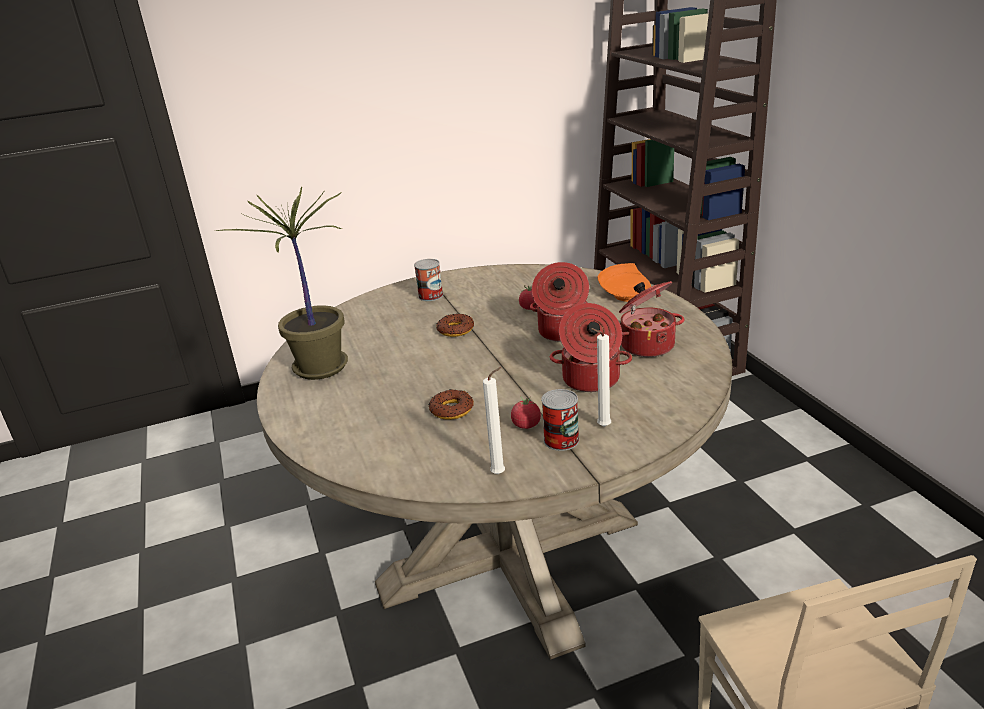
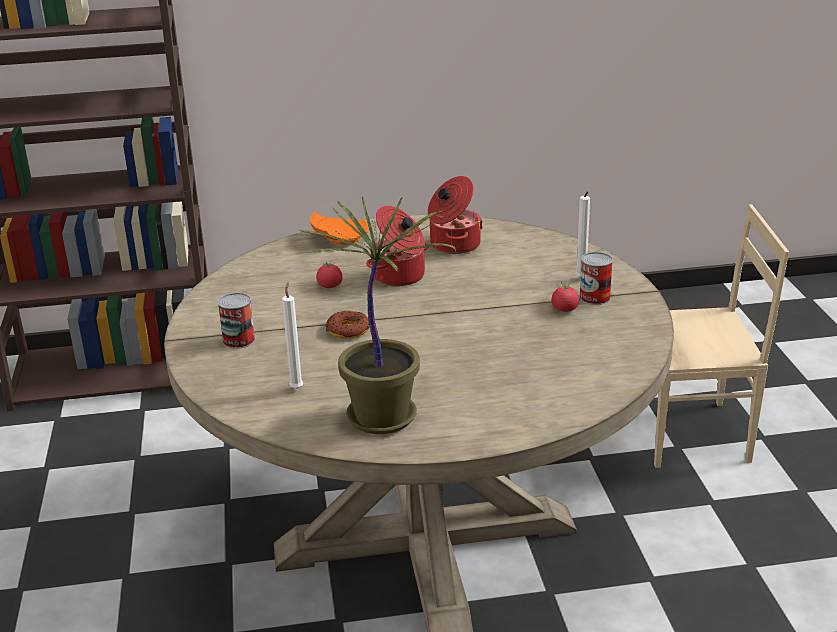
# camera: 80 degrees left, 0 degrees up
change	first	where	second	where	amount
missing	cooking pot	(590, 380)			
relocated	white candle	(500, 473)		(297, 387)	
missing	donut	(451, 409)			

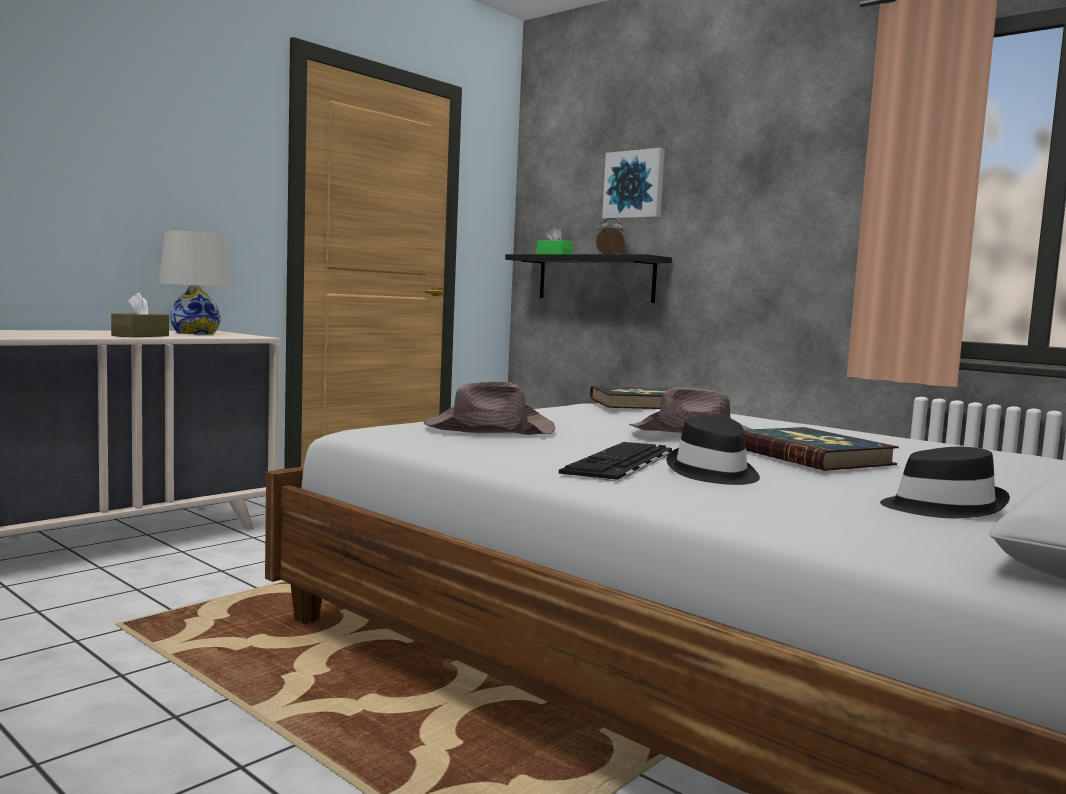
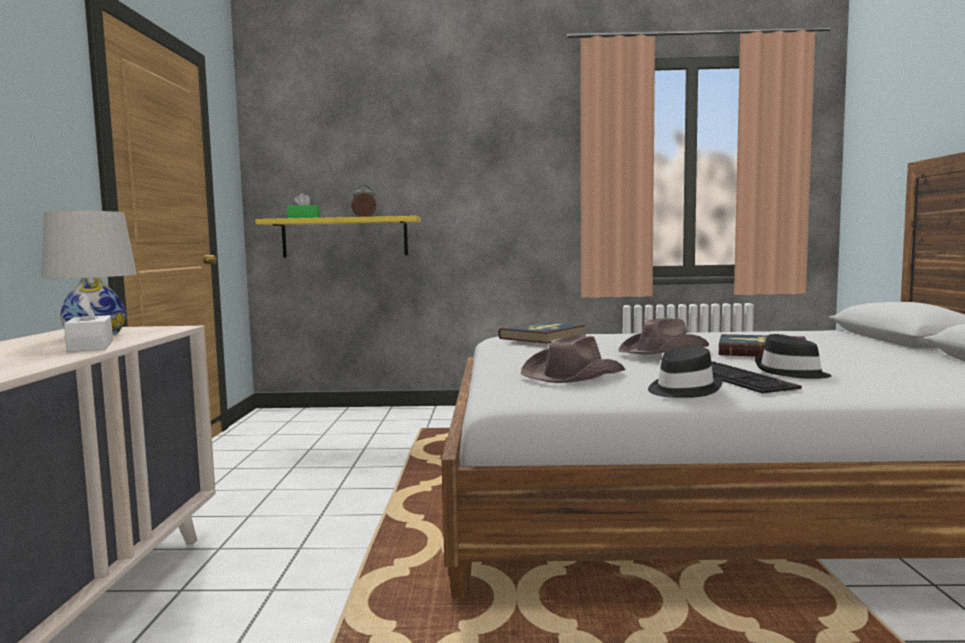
# camera: 40 degrees left, 0 degrees up
change	first	where	second	where	amount
missing	picture	(635, 185)			
colour	black shelf	(595, 278)	yellow shelf	(344, 237)	
colour	brown tissue box	(140, 336)	white tissue box	(91, 346)	
relocated	black hat	(941, 507)		(682, 389)	

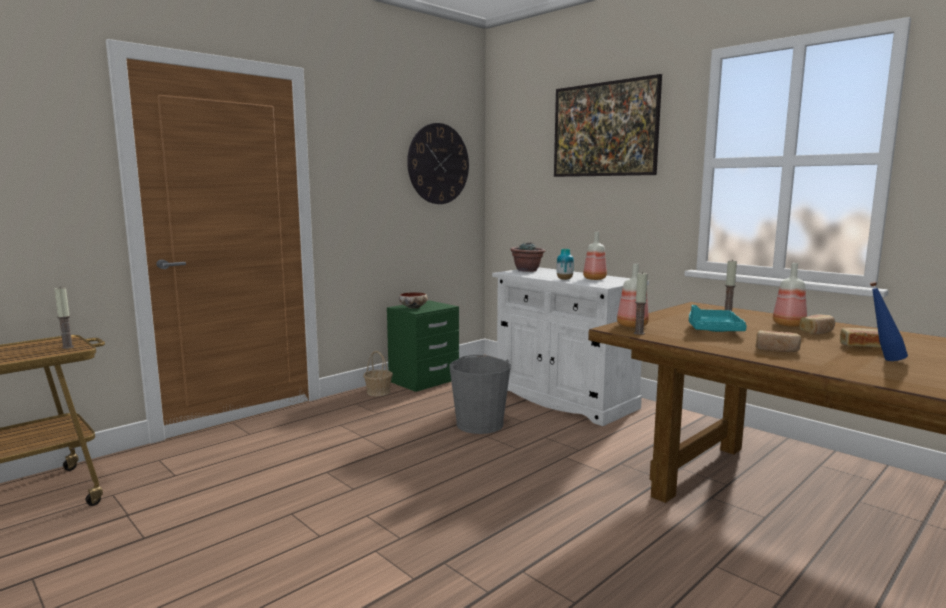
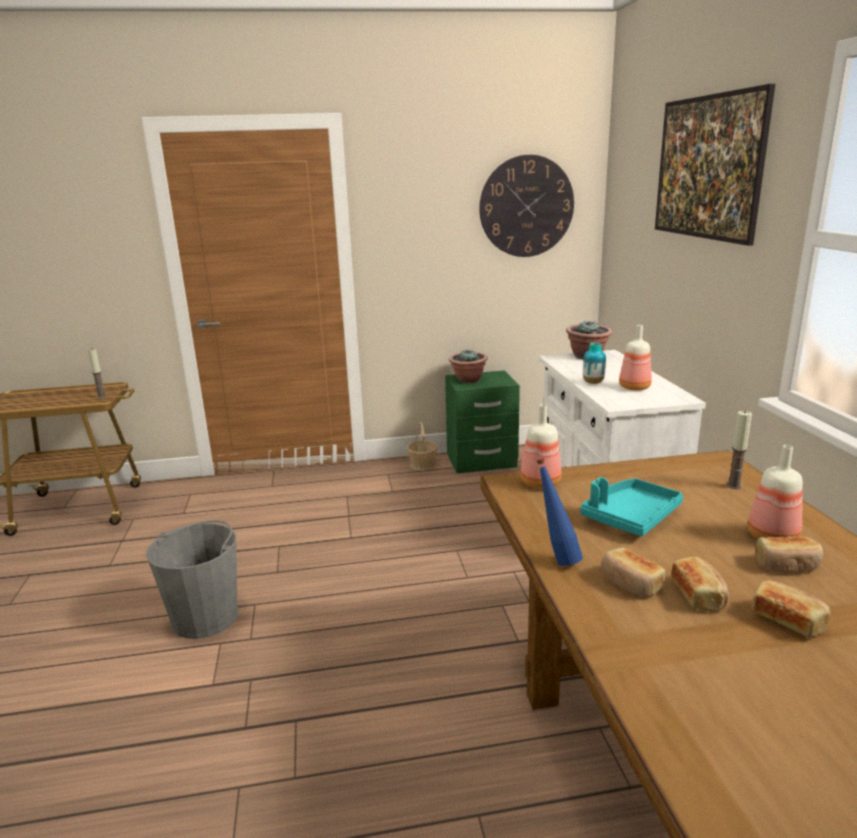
# camera: 35 degrees right, 10 degrees up
change	first	where	second	where	amount
missing	candle	(639, 333)			
relocated	blue bottle	(882, 360)		(556, 558)	
exchanged	bowl	(413, 307)	potted plant	(468, 380)	
relocated	grey bucket	(480, 424)		(205, 617)	
appeared			bread	(699, 595)	

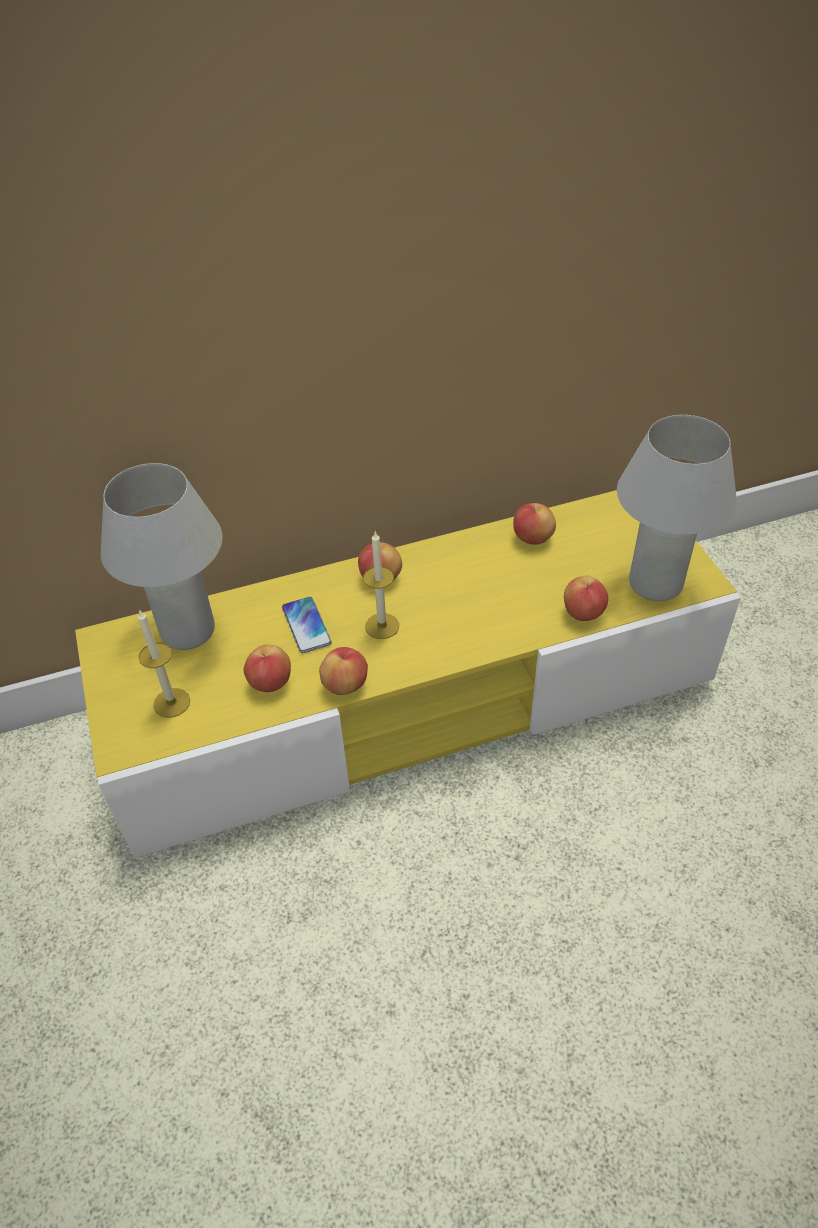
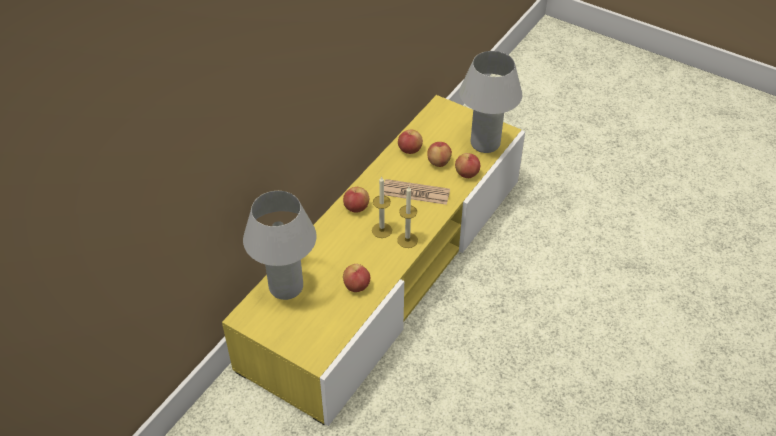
# camera: 40 degrees left, 0 degrees up
change	first	where	second	where	amount
missing	phone	(306, 625)			
relocated	candle	(171, 703)		(407, 240)	
relocated	apple	(345, 684)		(438, 162)	
appeared			newspaper	(415, 192)	

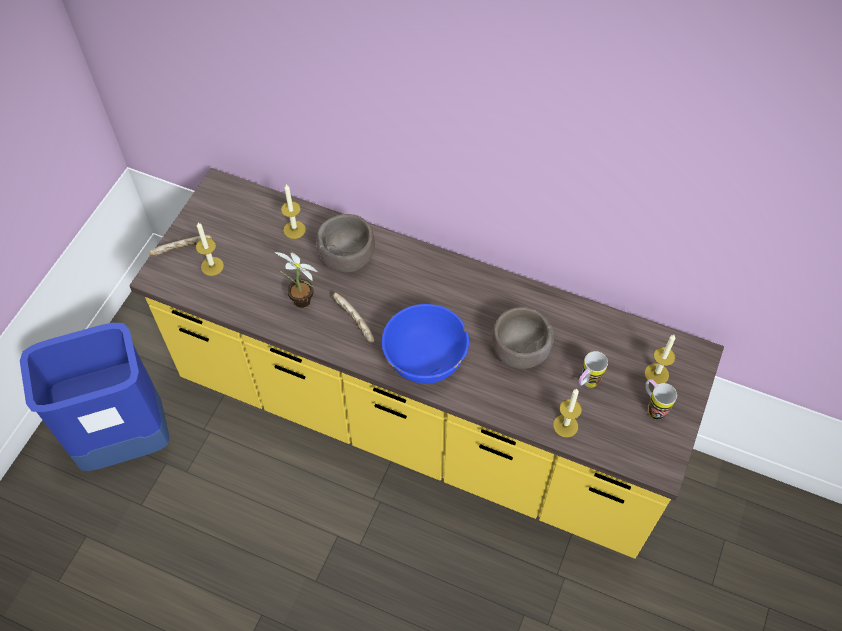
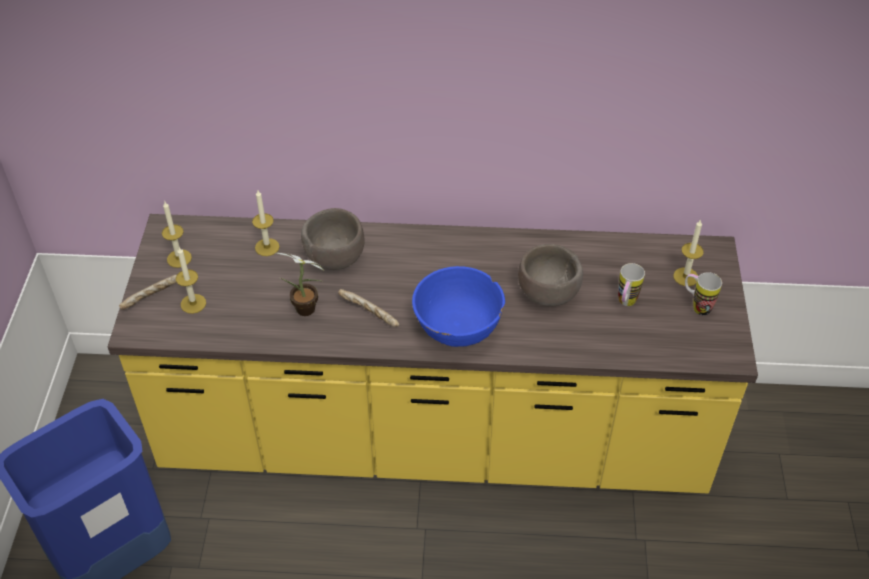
# camera: 20 degrees left, 10 degrees down
change	first	where	second	where	amount
relocated	candle	(565, 426)		(179, 258)	

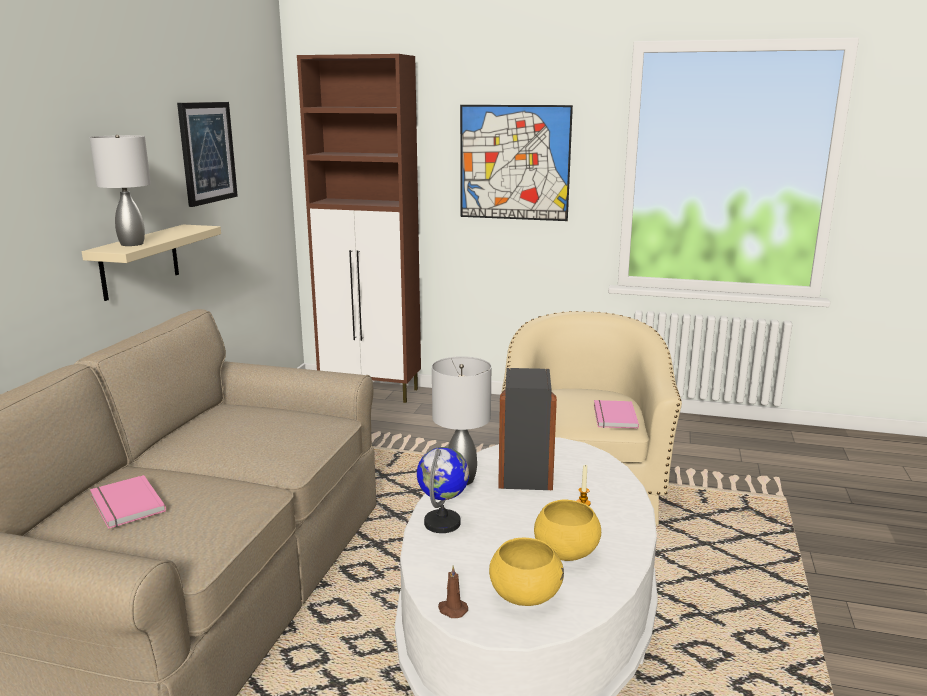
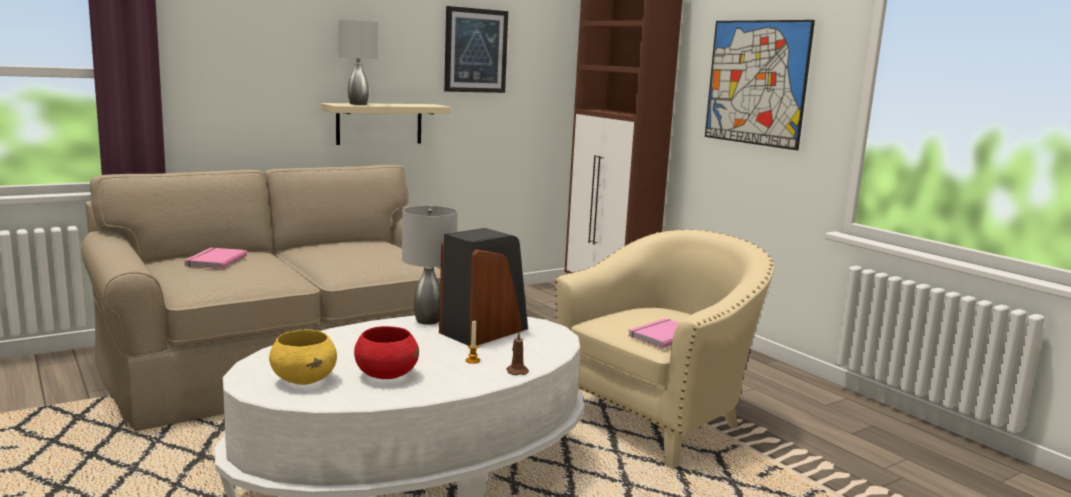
# camera: 40 degrees right, 5 degrees down
change	first	where	second	where	amount
missing	globe	(443, 523)			
colour	yellow bowl	(565, 553)	red bowl	(386, 375)	
relocated	brown candle	(452, 609)		(516, 371)	

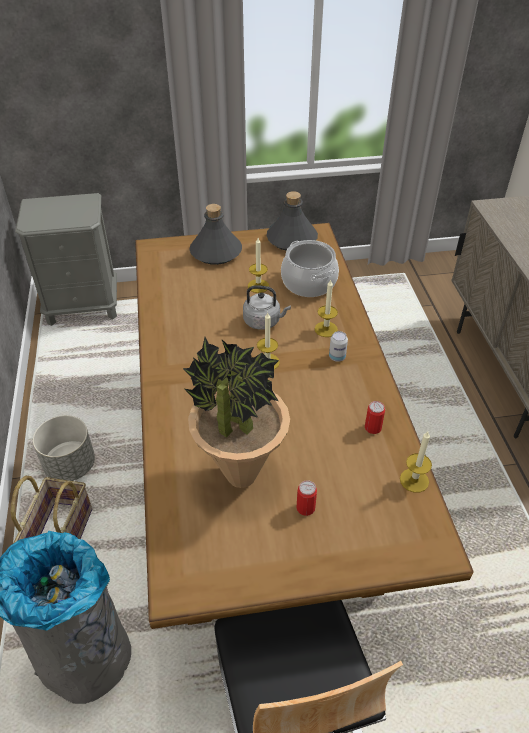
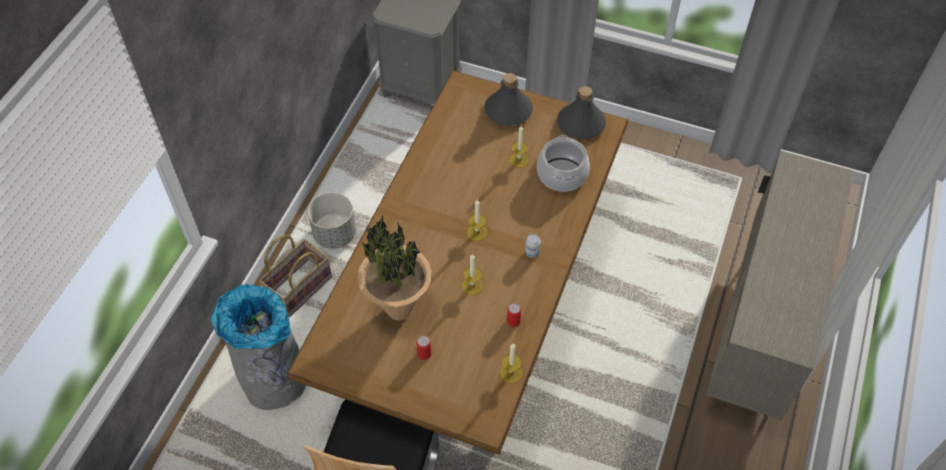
# camera: 30 degrees right, 10 degrees up
change	first	where	second	where	amount
relocated	candle	(326, 329)		(472, 285)	
missing	grey kettle	(264, 321)			

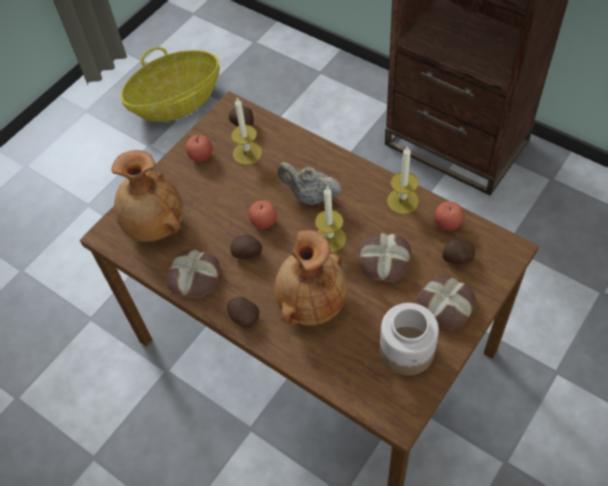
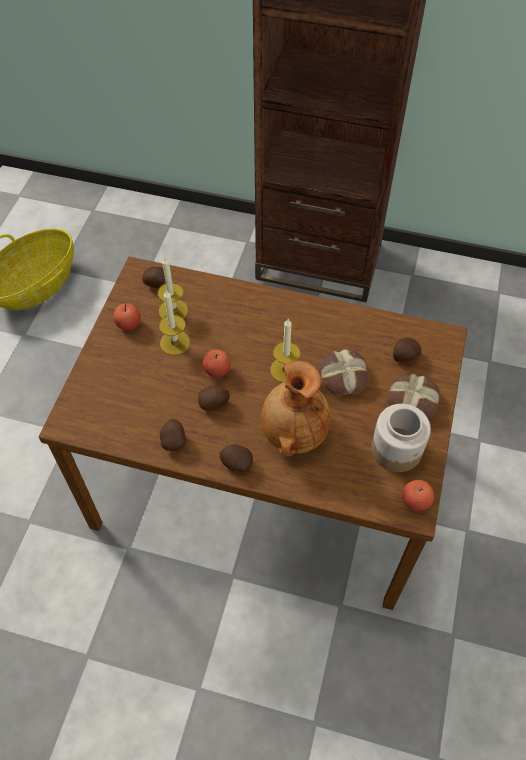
# camera: 25 degrees left, 0 degrees up
change	first	where	second	where	amount
relocated	candle	(402, 201)		(175, 342)	
missing	brown vase	(154, 226)			
missing	beige teapot	(310, 196)			
relocated	apple	(447, 223)		(415, 501)	
exchanged	bread	(195, 277)	potato	(174, 440)	

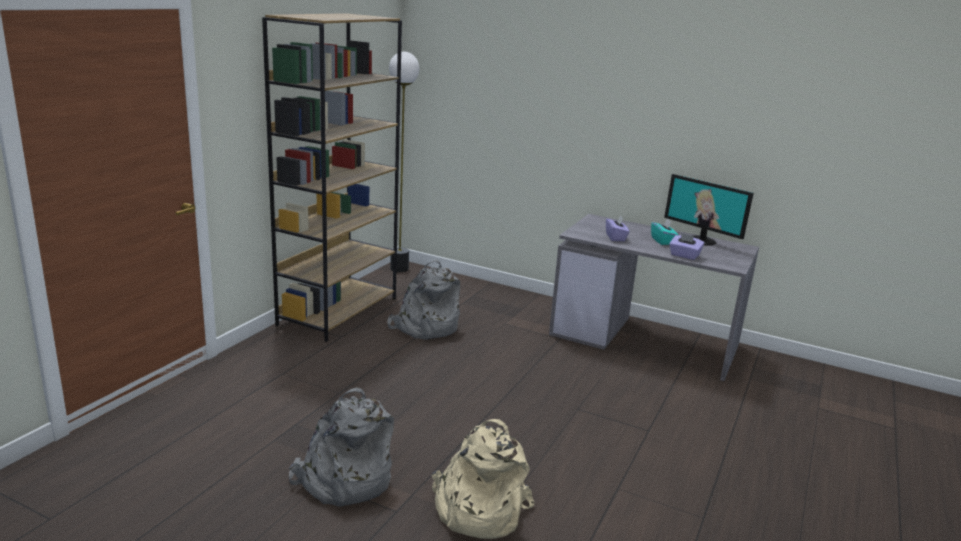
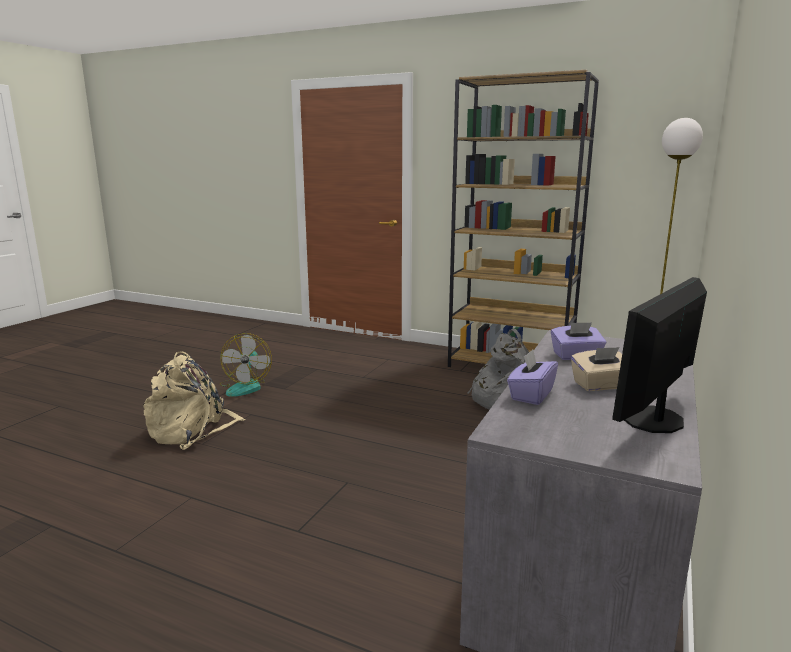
# camera: 90 degrees right, 5 degrees down
change	first	where	second	where	amount
colour	turquoise tissue box	(662, 241)	beige tissue box	(601, 385)	
exchanged	grey backpack	(343, 480)	fan	(246, 386)	

